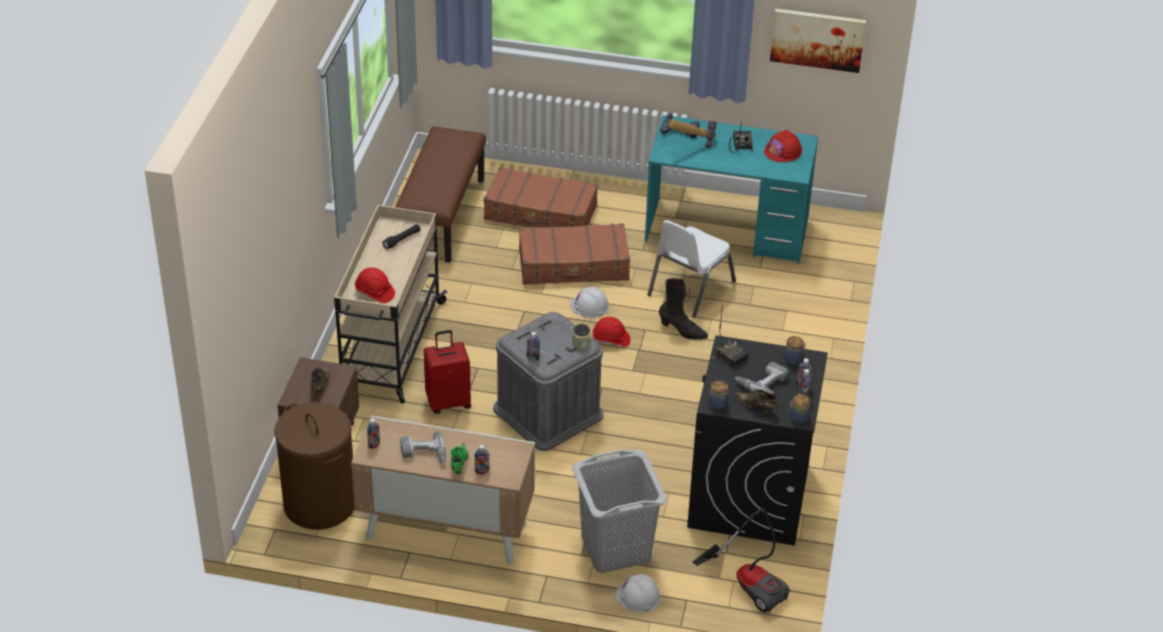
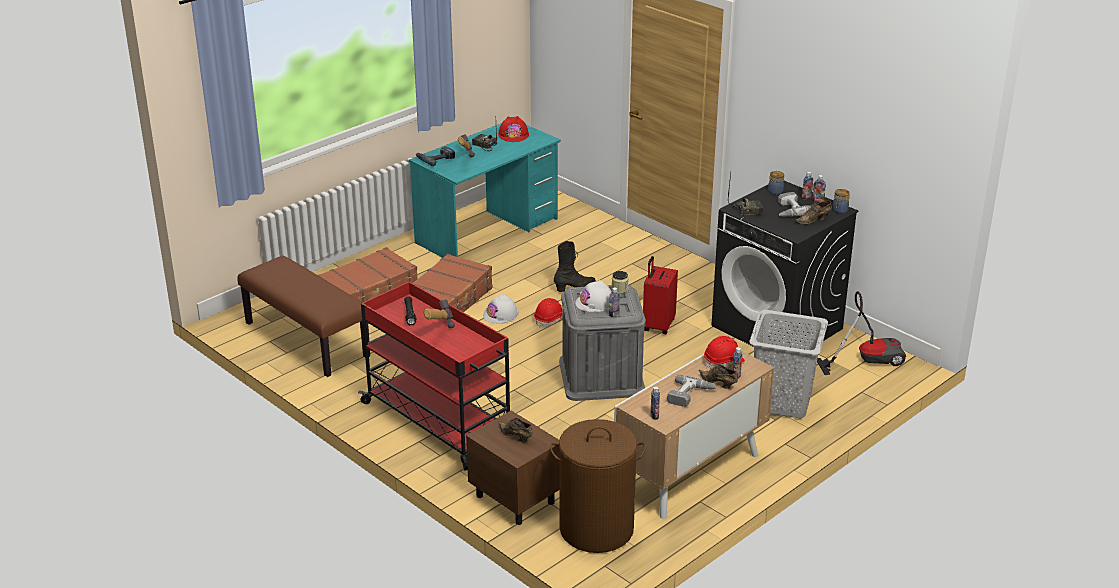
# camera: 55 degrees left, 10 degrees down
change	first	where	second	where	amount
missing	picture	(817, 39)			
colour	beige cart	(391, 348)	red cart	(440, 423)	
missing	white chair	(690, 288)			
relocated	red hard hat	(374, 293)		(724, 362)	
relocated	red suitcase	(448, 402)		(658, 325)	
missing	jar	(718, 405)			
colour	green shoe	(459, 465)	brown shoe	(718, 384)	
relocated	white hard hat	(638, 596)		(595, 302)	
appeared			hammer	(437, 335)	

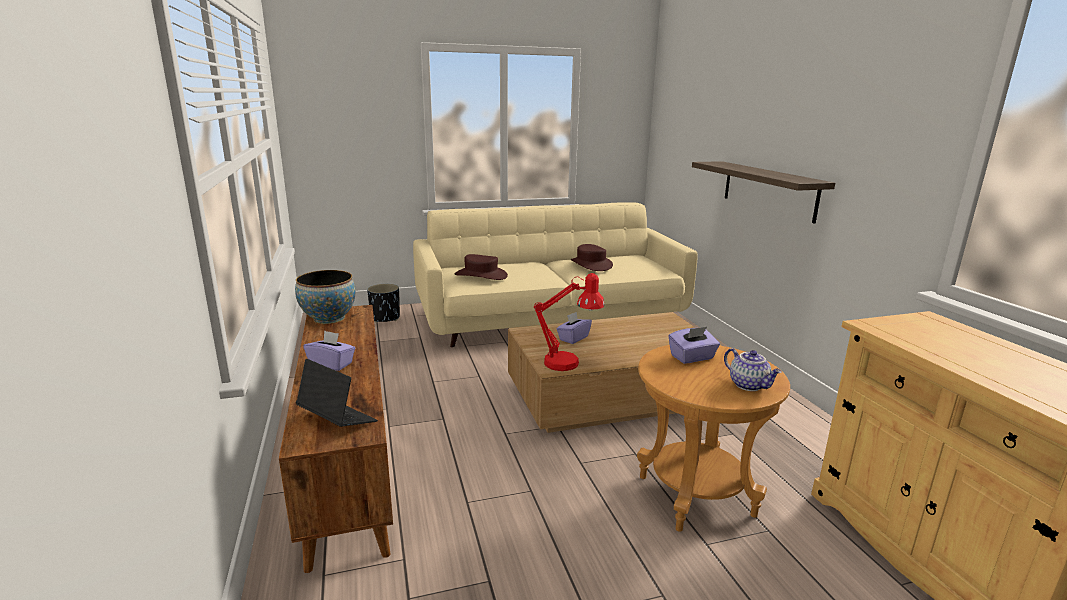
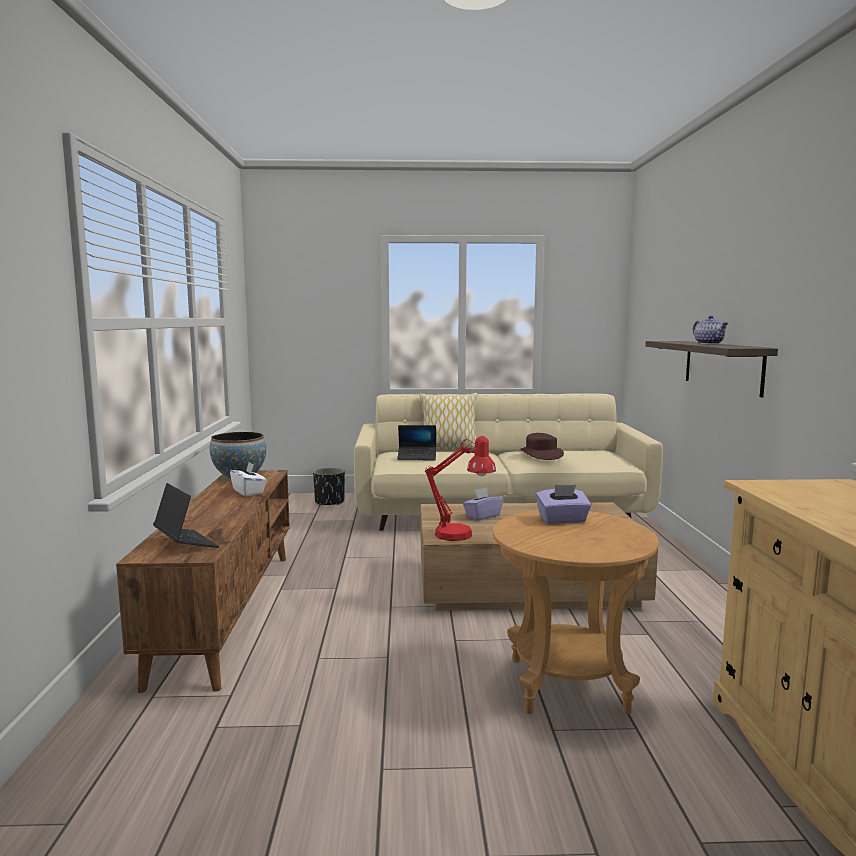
# camera: 15 degrees right, 10 degrees down
change	first	where	second	where	amount
exchanged	brown hat	(481, 275)	laptop	(417, 457)	
missing	purple tissue box	(331, 364)			
relocated	teapot	(749, 385)		(709, 343)	
appeared			pillow	(448, 450)	
appeared			white tissue box	(248, 492)	

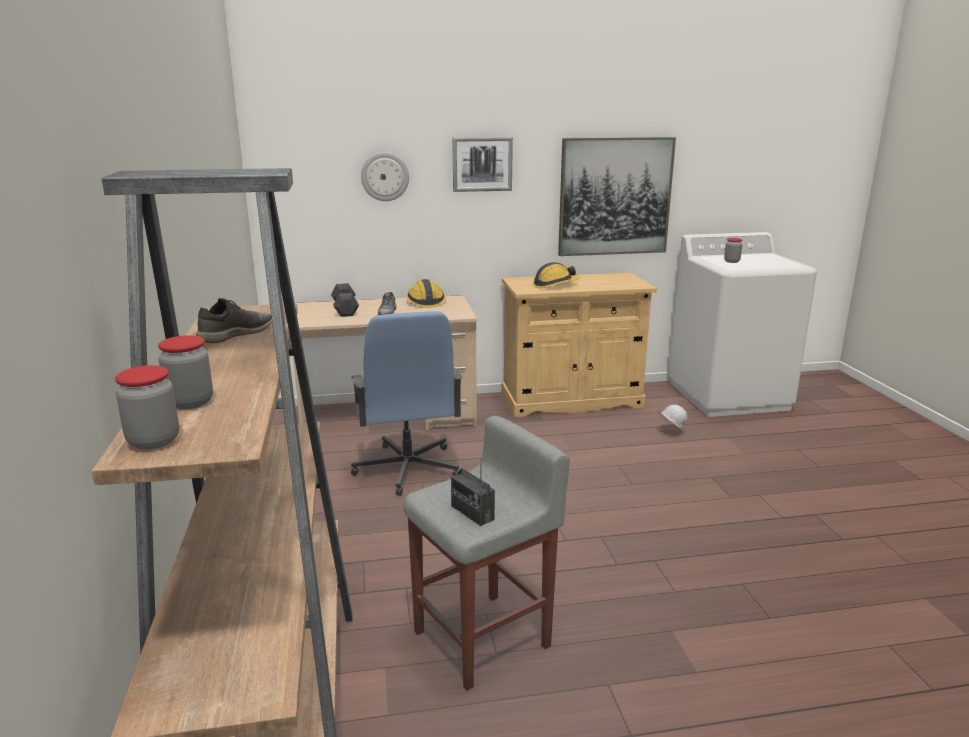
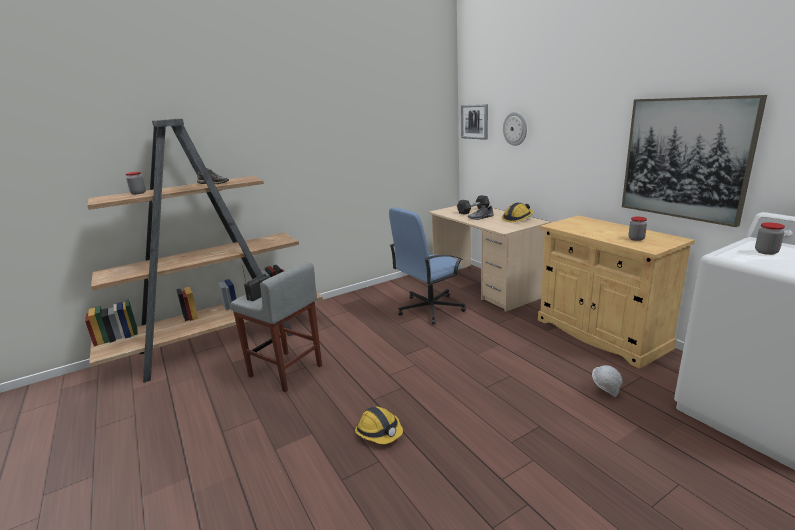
# camera: 70 degrees right, 0 degrees up
change	first	where	second	where	amount
relocated	picture	(482, 164)		(475, 121)	
relocated	hard hat	(554, 285)		(379, 432)	
relocated	jar	(153, 441)		(636, 239)	

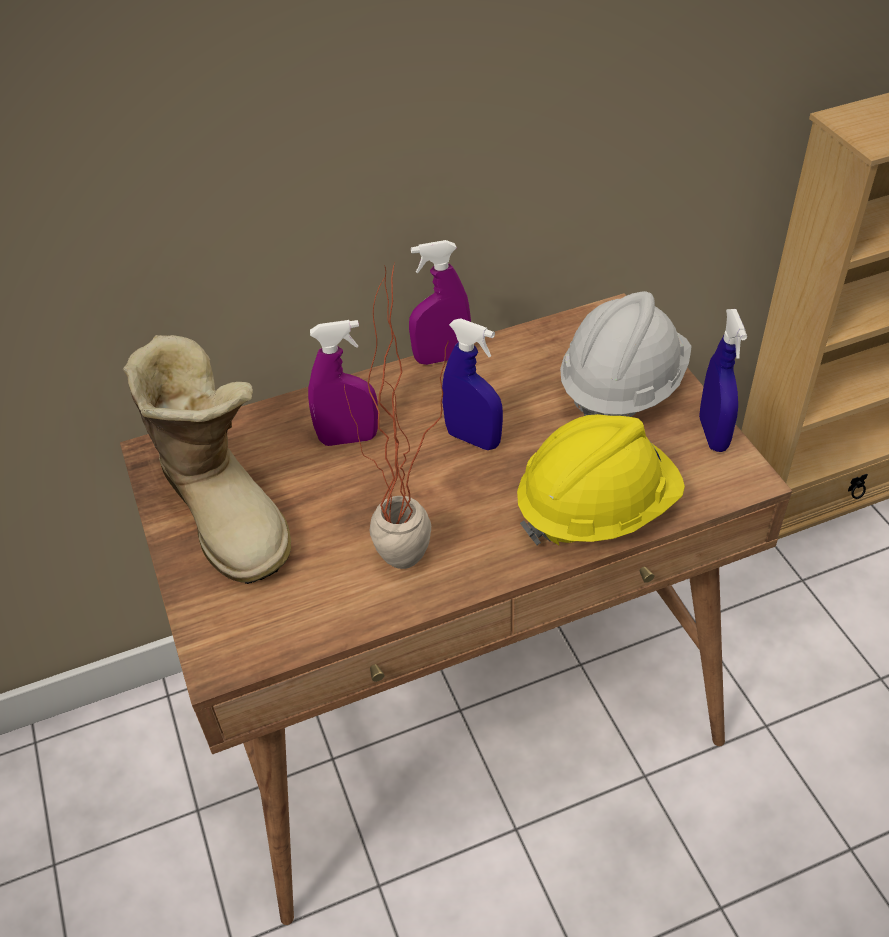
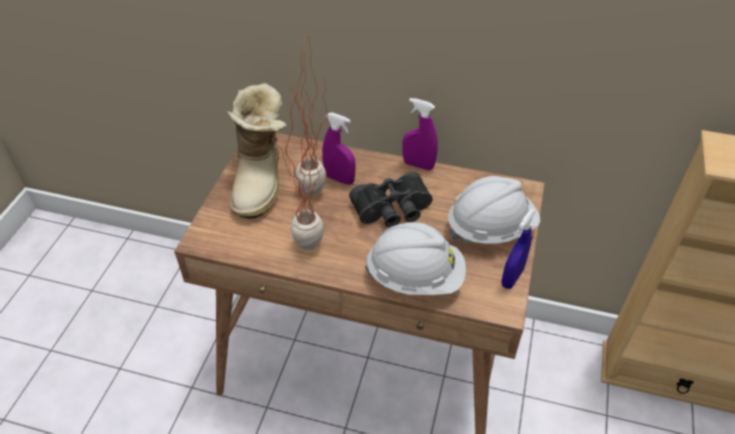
# camera: 35 degrees right, 0 degrees up
change	first	where	second	where	amount
exchanged	blue spray bottle	(473, 439)	black binoculars	(393, 211)	
colour	yellow hard hat	(596, 509)	white hard hat	(415, 277)	
appeared			potted plant	(313, 199)	

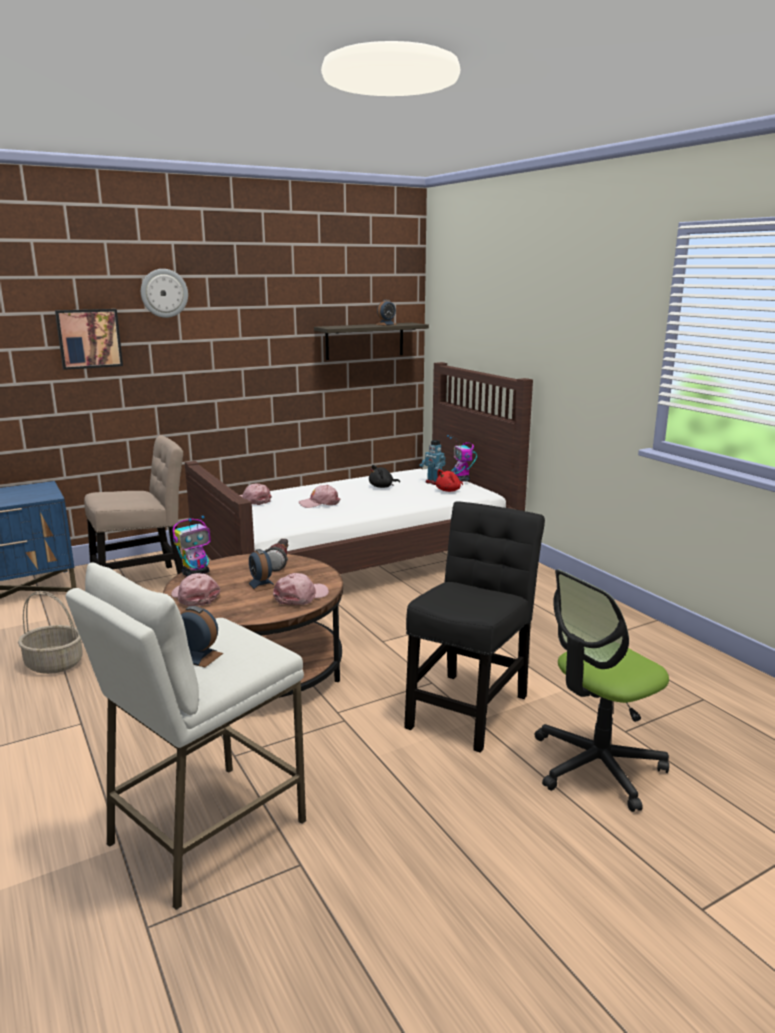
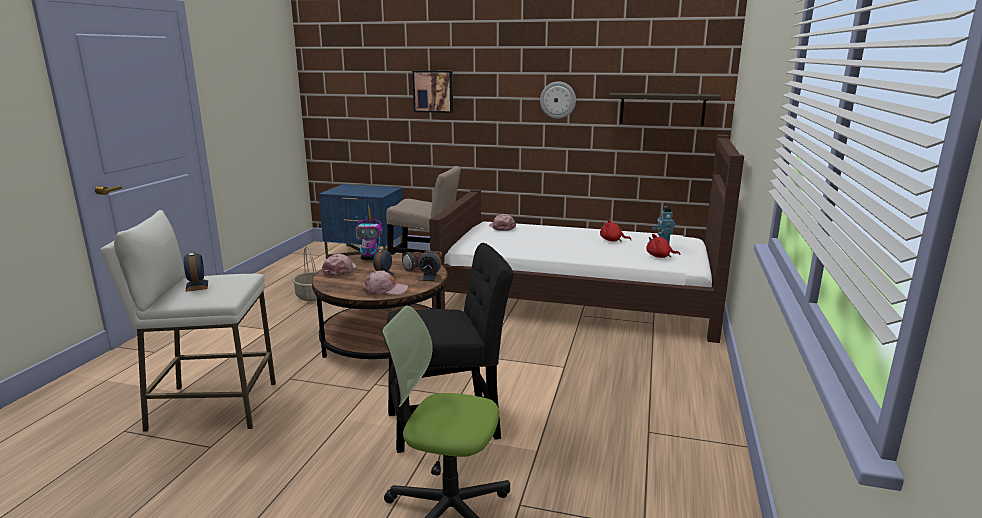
# camera: 45 degrees right, 0 degrees up
change	first	where	second	where	amount
relocated	wall clock	(164, 293)		(558, 100)	
relocated	alarm clock	(386, 324)		(430, 278)	
missing	toy robot	(461, 480)			
colour	black plush toy	(382, 487)	red plush toy	(612, 240)	
missing	pink cap	(319, 503)			

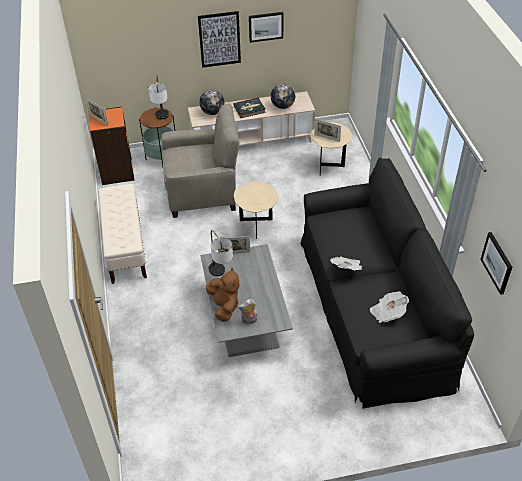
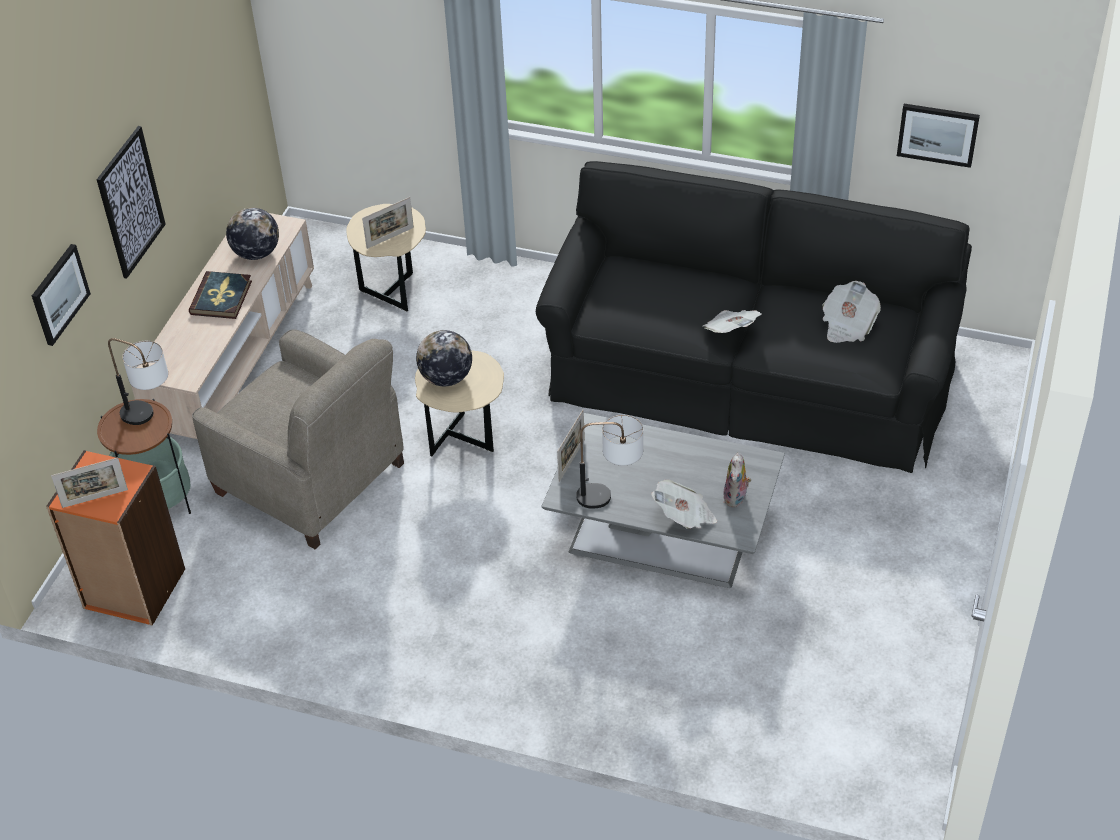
# camera: 60 degrees left, 0 degrees up
change	first	where	second	where	amount
relocated	picture	(266, 26)		(59, 294)	
relocated	globe	(212, 112)		(446, 378)	
spun	beige armchair	(202, 192)		(312, 479)	105 degrees clockwise
missing	beige bench	(125, 247)			
exchanged	brown plush toy	(224, 306)	newspaper	(684, 516)	

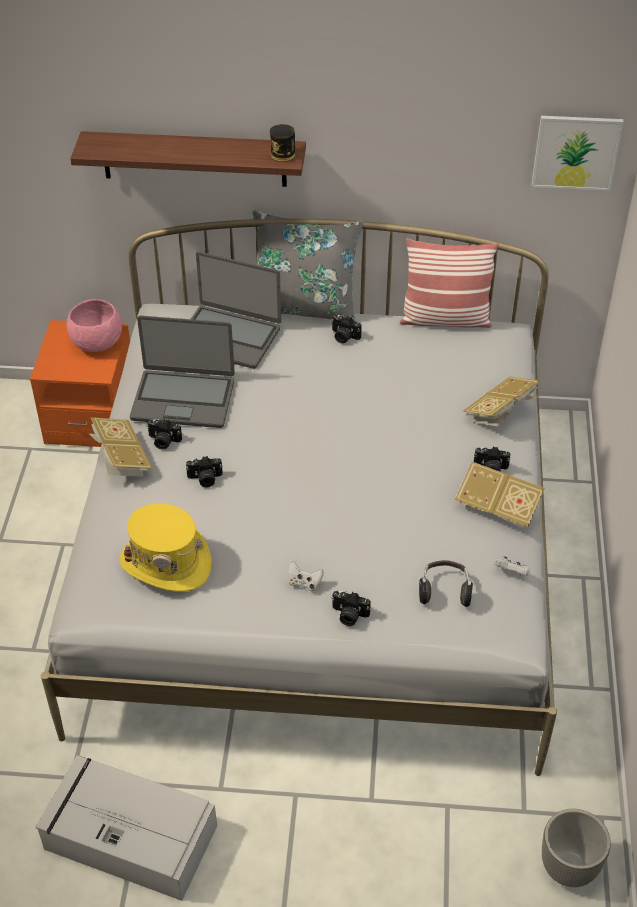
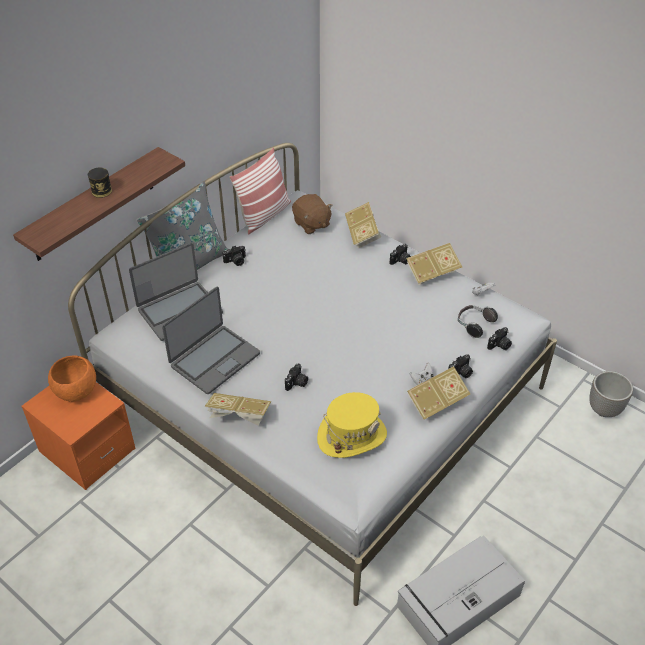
# camera: 55 degrees left, 0 degrees up
change	first	where	second	where	amount
missing	picture	(576, 152)			
relocated	can	(282, 154)		(101, 191)	
colour	pink bowl	(97, 343)	orange bowl	(76, 391)	
relocated	photo camera	(163, 441)		(499, 345)	
appeared			brown plush toy	(311, 224)	
appeared			book	(436, 402)	

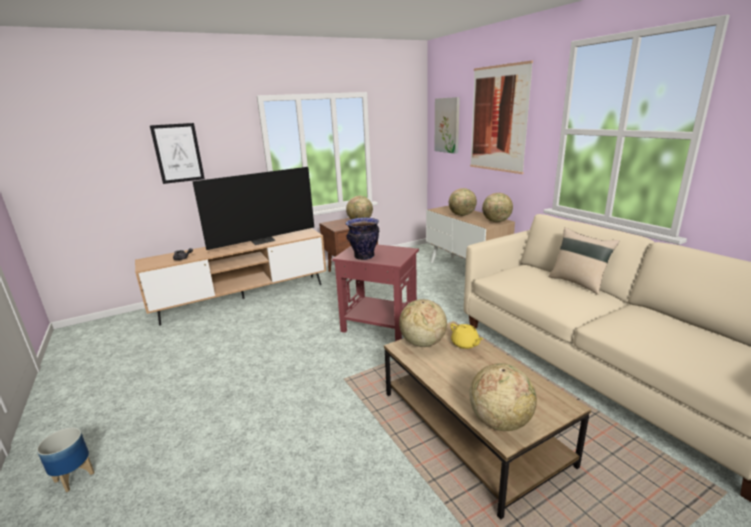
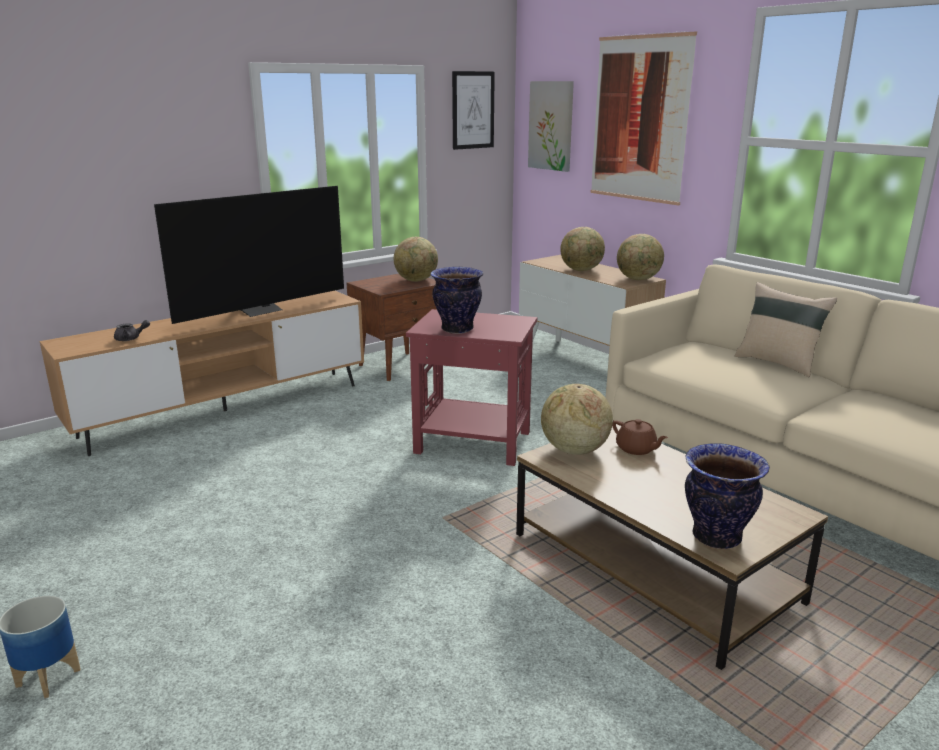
# camera: 10 degrees left, 0 degrees up
change	first	where	second	where	amount
relocated	picture	(178, 153)		(473, 110)	
colour	yellow teapot	(465, 344)	brown teapot	(636, 449)	
exchanged	globe	(500, 421)	vase	(715, 537)	

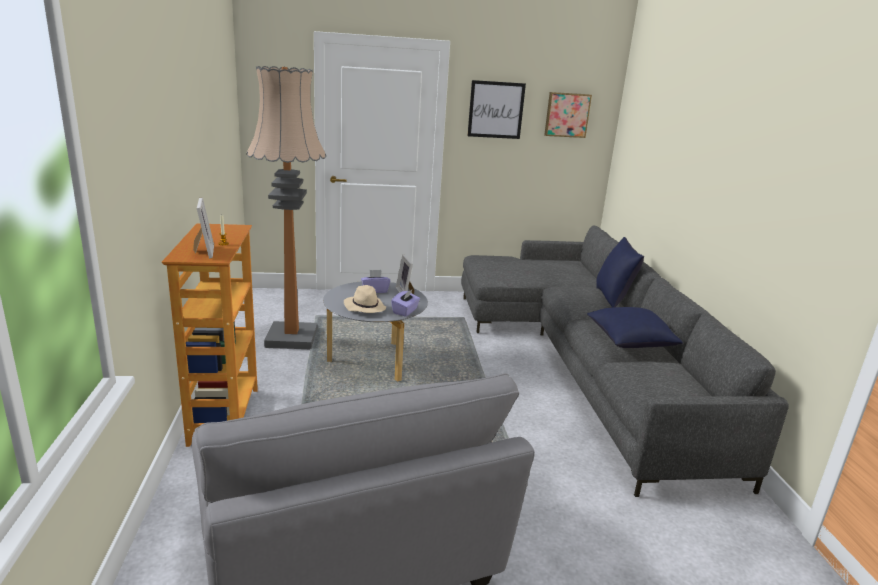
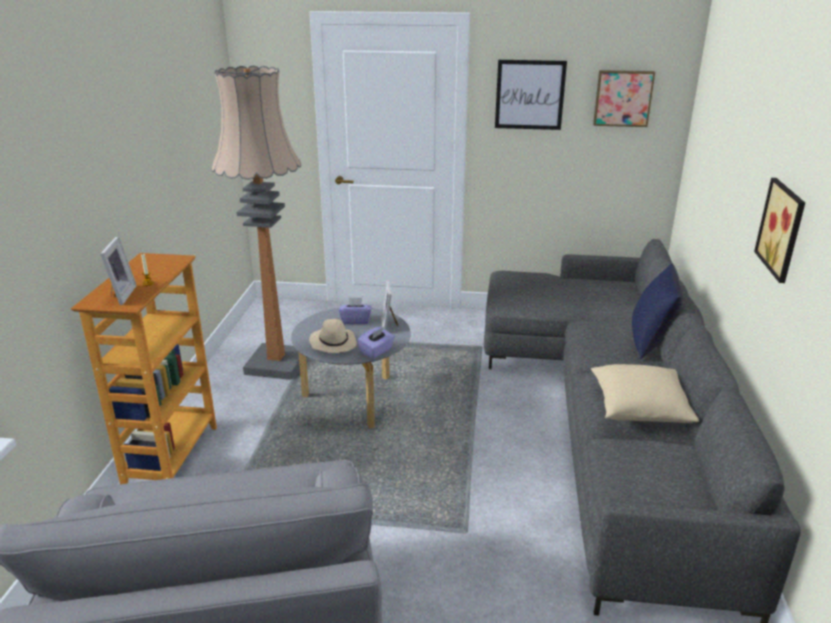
# camera: 15 degrees right, 5 degrees up
change	first	where	second	where	amount
colour	blue pillow	(629, 341)	beige pillow	(639, 409)	
appeared			picture	(784, 229)	

